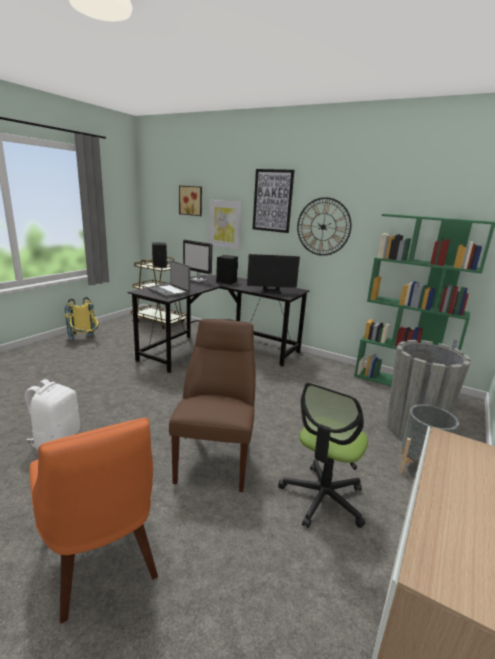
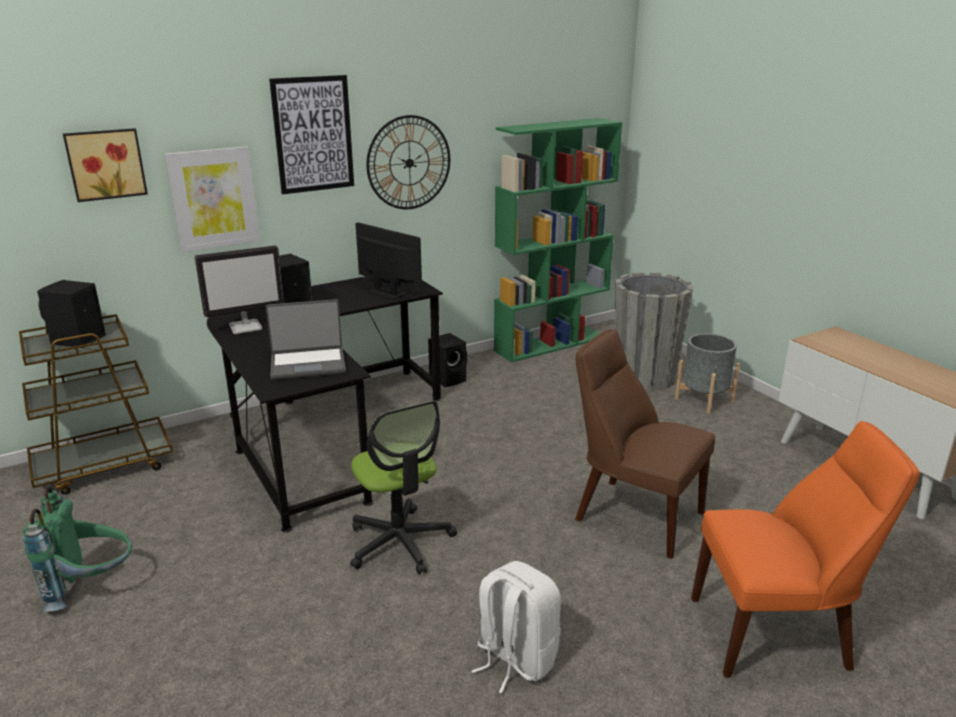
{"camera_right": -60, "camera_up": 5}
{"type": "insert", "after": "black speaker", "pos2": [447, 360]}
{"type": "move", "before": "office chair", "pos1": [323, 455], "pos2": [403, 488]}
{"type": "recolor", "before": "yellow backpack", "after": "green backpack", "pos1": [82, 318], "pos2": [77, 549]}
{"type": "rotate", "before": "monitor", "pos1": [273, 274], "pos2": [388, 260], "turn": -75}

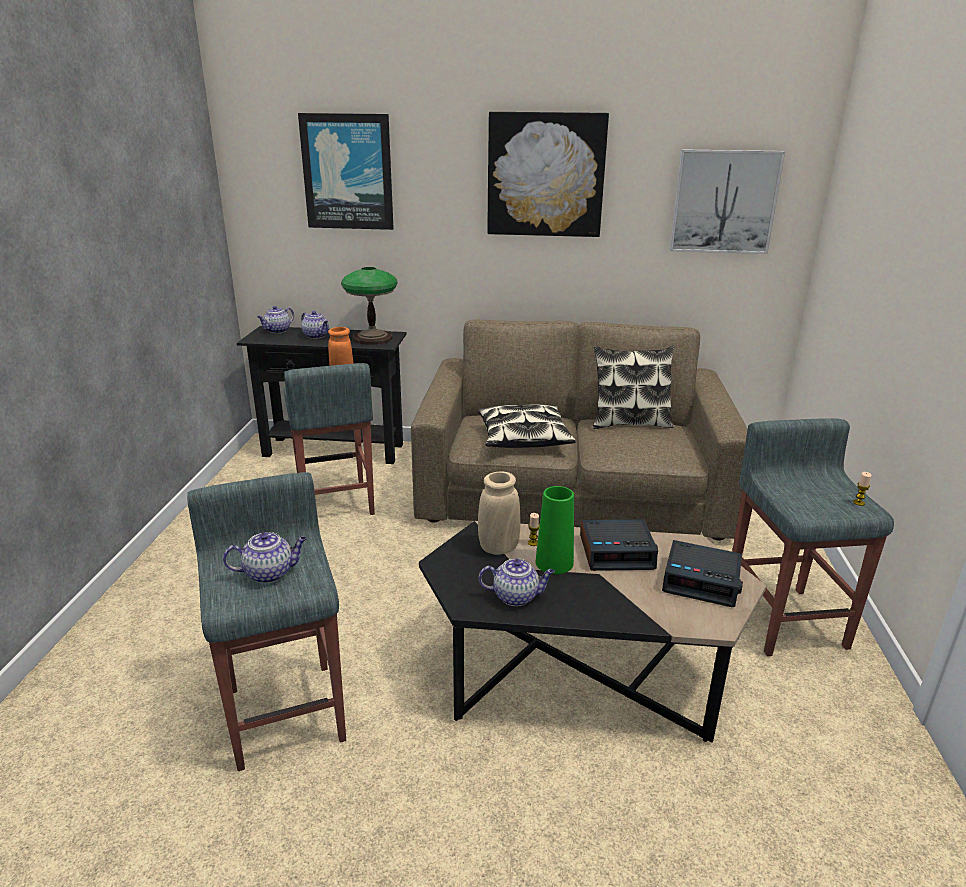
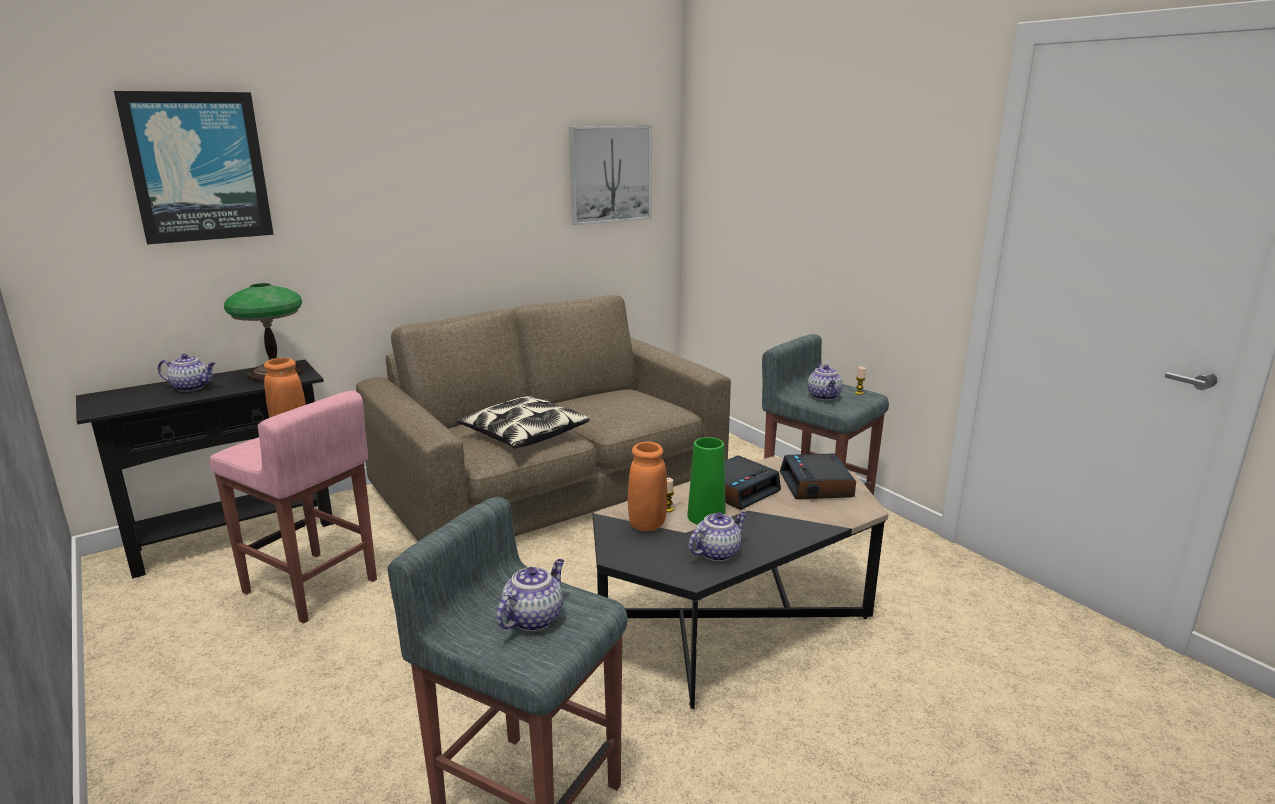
{"camera_right": -40, "camera_up": -5}
{"type": "delete", "before": "picture", "pos1": [548, 174]}
{"type": "delete", "before": "pillow", "pos1": [634, 387]}
{"type": "move", "before": "teapot", "pos1": [276, 319], "pos2": [825, 382]}
{"type": "recolor", "before": "grey stool", "after": "pink stool", "pos1": [329, 439], "pos2": [293, 507]}
{"type": "recolor", "before": "beige vase", "after": "orange vase", "pos1": [499, 513], "pos2": [647, 486]}
{"type": "rotate", "before": "alarm clock", "pos1": [702, 573], "pos2": [818, 476], "turn": 105}

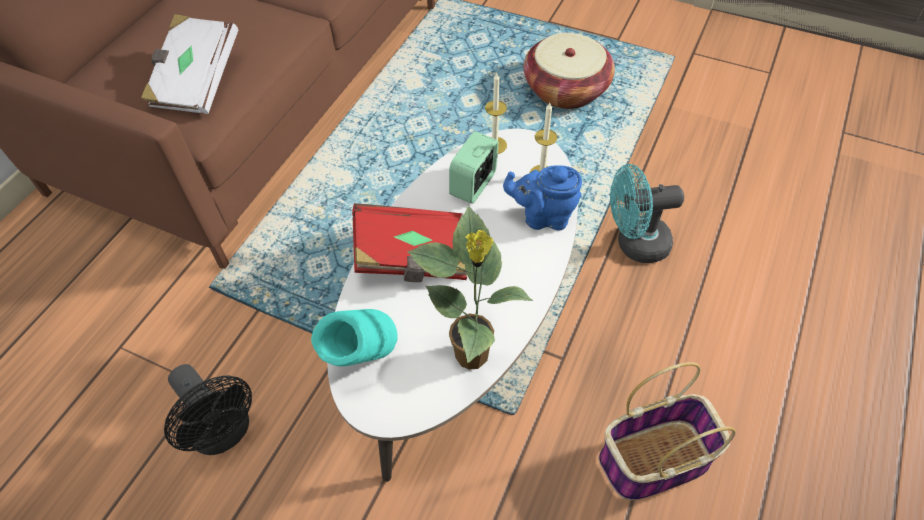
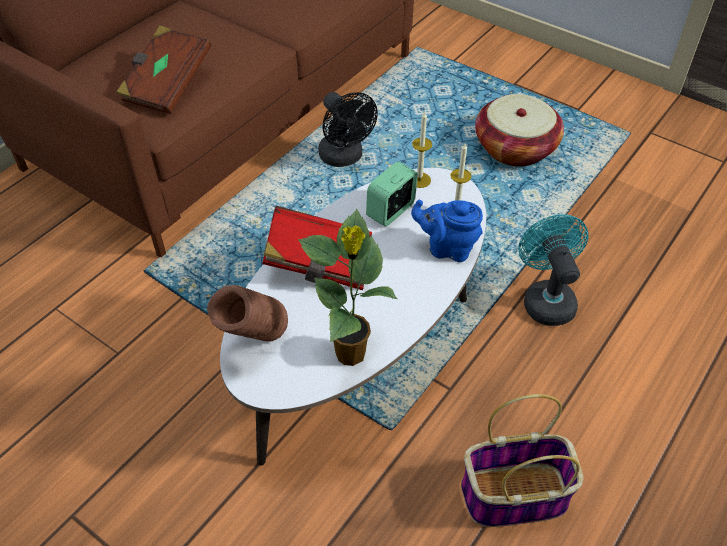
{"camera_right": 10, "camera_up": -5}
{"type": "move", "before": "black fan", "pos1": [208, 409], "pos2": [348, 129]}
{"type": "recolor", "before": "white book", "after": "brown book", "pos1": [189, 64], "pos2": [163, 70]}
{"type": "recolor", "before": "turquoise vase", "after": "brown vase", "pos1": [354, 337], "pos2": [247, 313]}
{"type": "rotate", "before": "turquoise fan", "pos1": [647, 213], "pos2": [553, 270], "turn": 75}

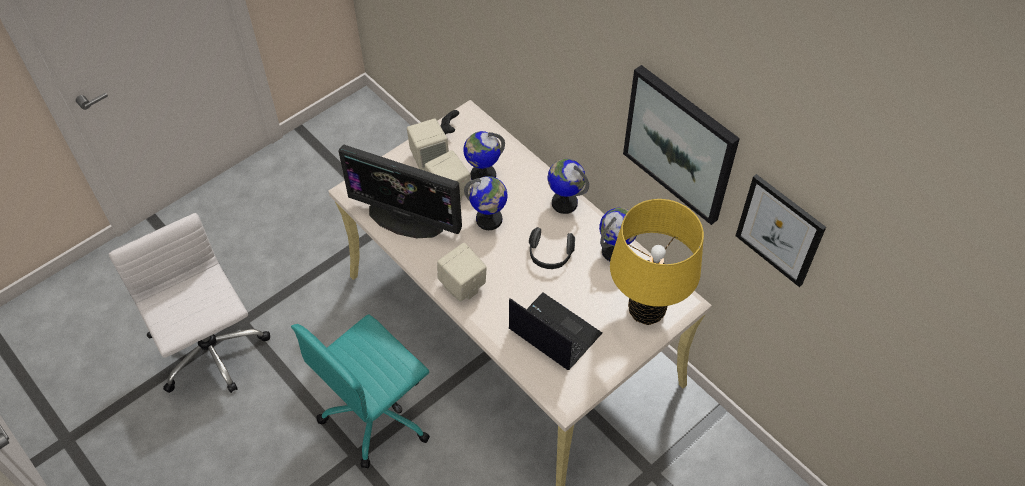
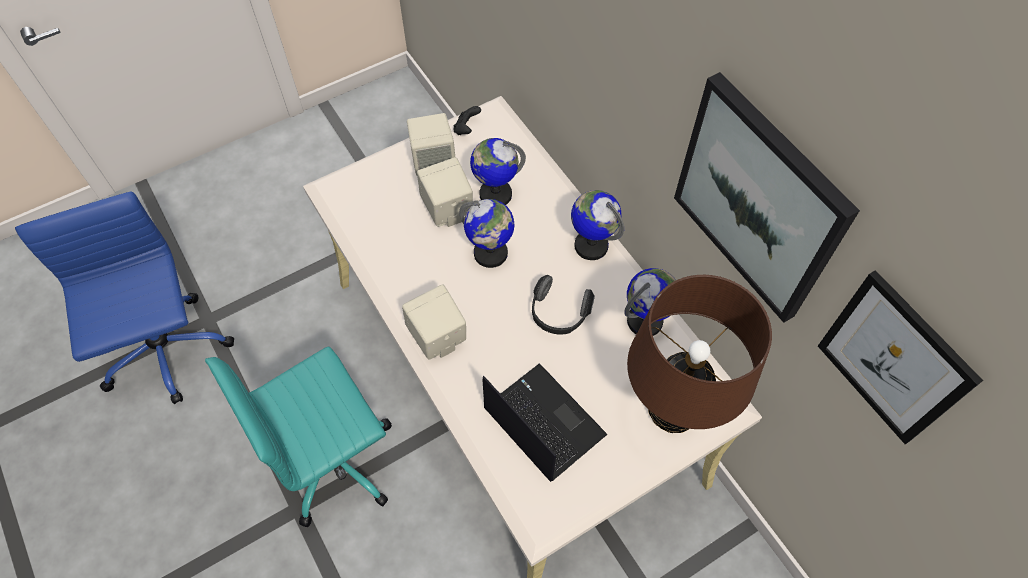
{"camera_right": 10, "camera_up": 5}
{"type": "delete", "before": "monitor", "pos1": [400, 191]}
{"type": "recolor", "before": "white office chair", "after": "blue office chair", "pos1": [189, 303], "pos2": [124, 298]}
{"type": "recolor", "before": "yellow table lamp", "after": "brown table lamp", "pos1": [657, 262], "pos2": [699, 354]}

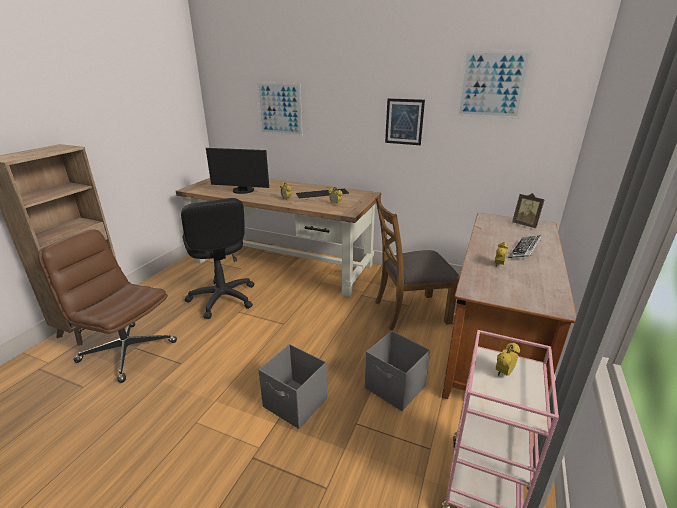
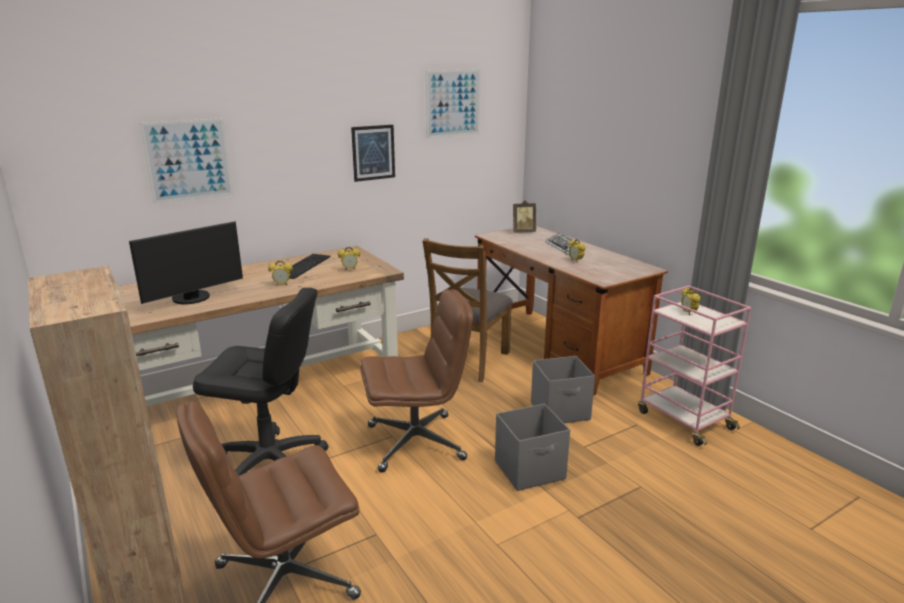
{"camera_right": -55, "camera_up": -5}
{"type": "insert", "after": "brown office chair", "pos2": [416, 380]}

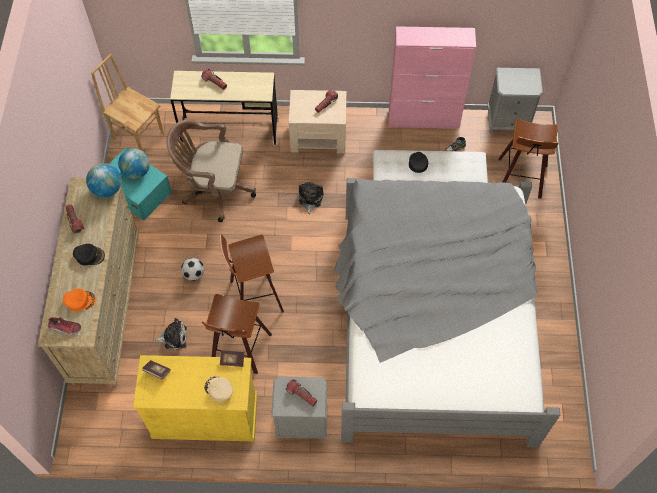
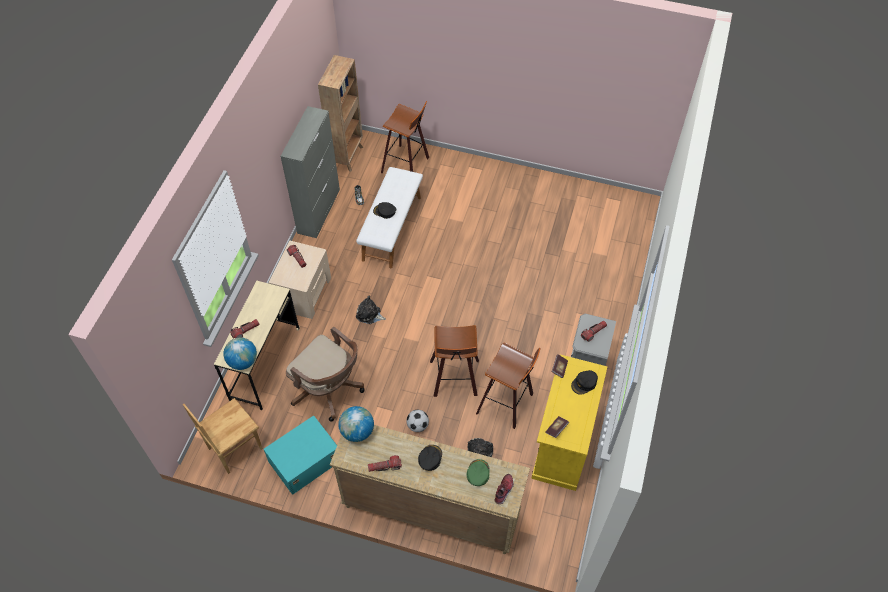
{"camera_right": -75, "camera_up": -5}
{"type": "delete", "before": "grey bed", "pos1": [447, 312]}
{"type": "move", "before": "globe", "pos1": [134, 163], "pos2": [240, 353]}
{"type": "replace", "before": "grey nightstand", "after": "brown bookcase", "pos1": [515, 101], "pos2": [340, 113]}
{"type": "recolor", "before": "orange cap", "after": "green cap", "pos1": [79, 300], "pos2": [478, 472]}
{"type": "recolor", "before": "beige cap", "after": "black cap", "pos1": [218, 389], "pos2": [584, 382]}
{"type": "recolor", "before": "pink cabinet", "after": "grey cabinet", "pos1": [432, 77], "pos2": [310, 172]}
{"type": "rotate", "before": "brown office chair", "pos1": [211, 171], "pos2": [325, 374], "turn": -75}

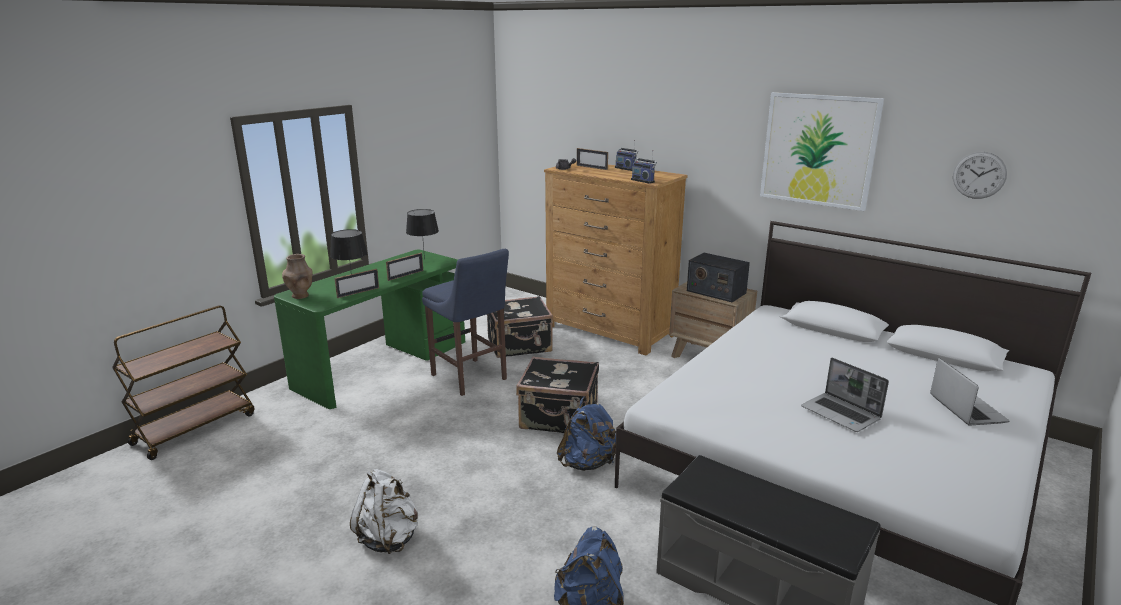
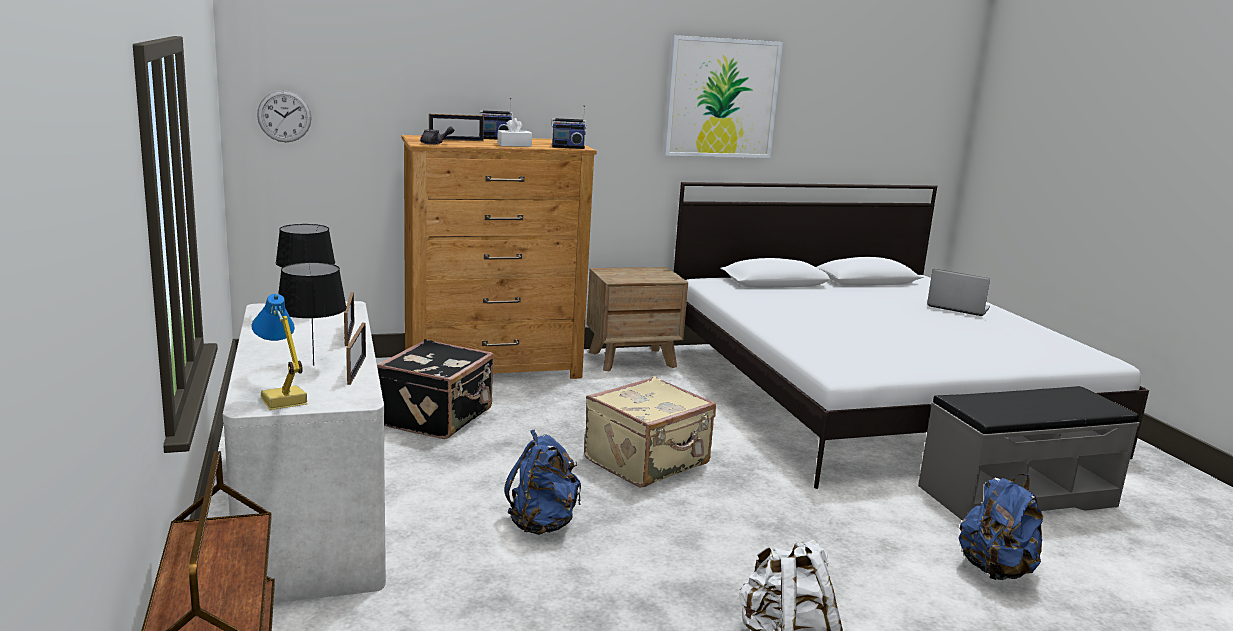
{"camera_right": -55, "camera_up": -5}
{"type": "delete", "before": "blue stool", "pos1": [465, 322]}
{"type": "delete", "before": "radio", "pos1": [718, 277]}
{"type": "delete", "before": "laptop", "pos1": [845, 395]}
{"type": "insert", "after": "white tissue box", "pos2": [514, 132]}
{"type": "move", "before": "blue backpack", "pos1": [586, 434], "pos2": [543, 482]}
{"type": "move", "before": "wall clock", "pos1": [980, 175], "pos2": [284, 116]}
{"type": "replace", "before": "brown vase", "after": "table lamp", "pos1": [297, 276], "pos2": [279, 352]}
{"type": "recolor", "before": "green desk", "after": "white desk", "pos1": [369, 329], "pos2": [304, 452]}
{"type": "recolor", "before": "black suitcase", "after": "beige suitcase", "pos1": [557, 394], "pos2": [650, 432]}

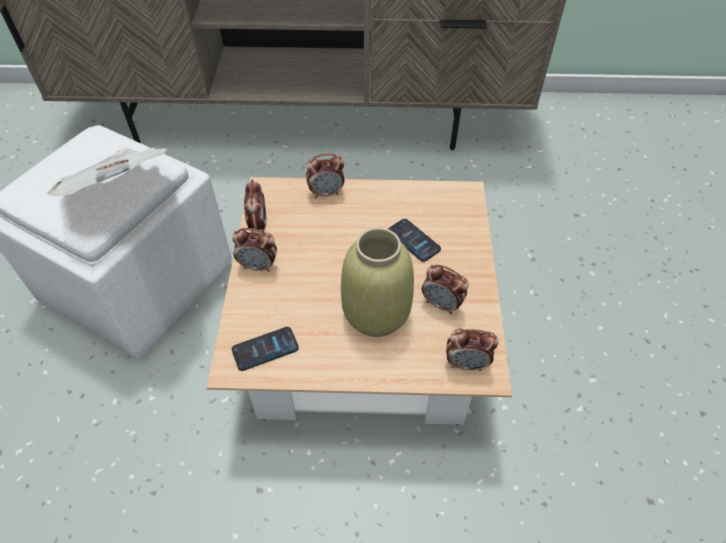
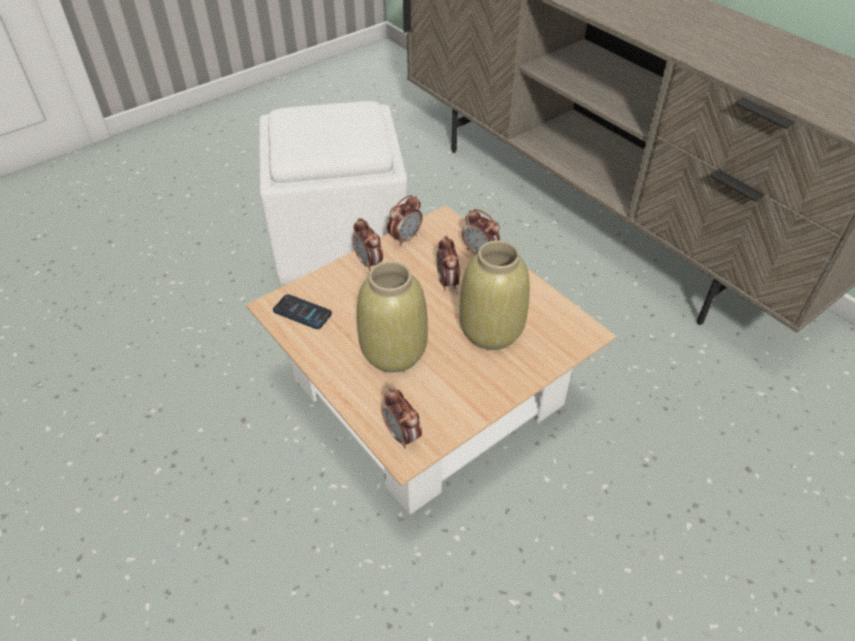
{"camera_right": 50, "camera_up": -5}
{"type": "delete", "before": "newspaper", "pos1": [107, 171]}
{"type": "move", "before": "alarm clock", "pos1": [445, 289], "pos2": [448, 263]}
{"type": "replace", "before": "phone", "after": "beige vase", "pos1": [414, 240], "pos2": [494, 295]}

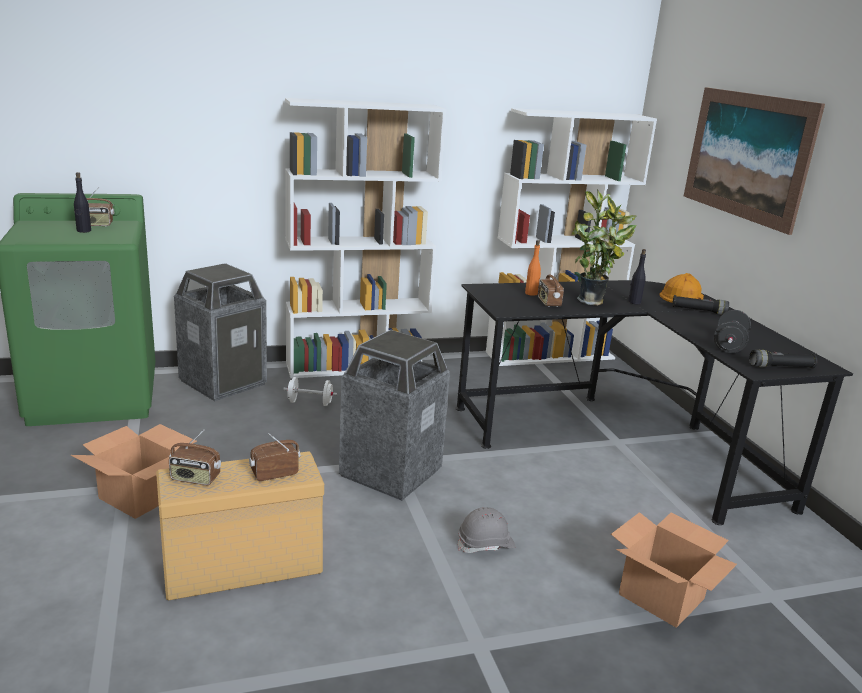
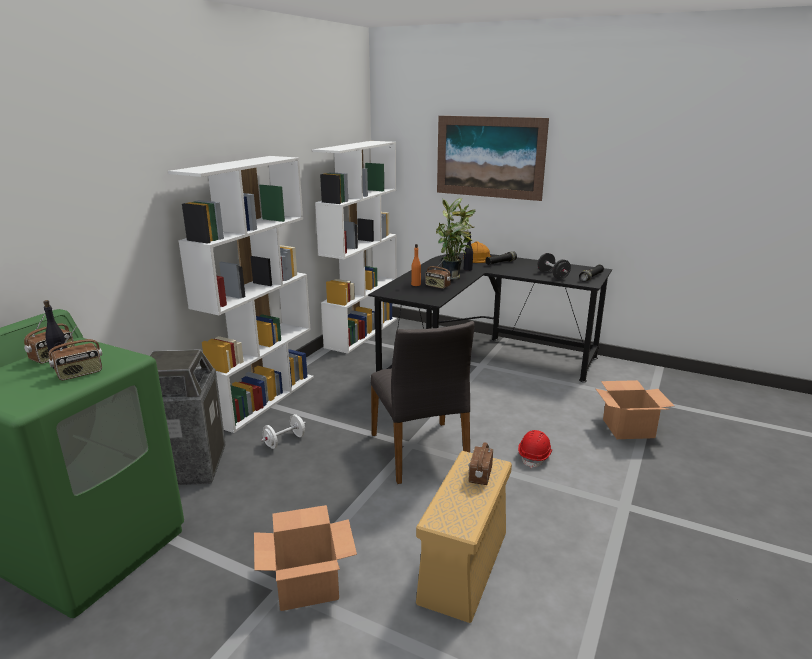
{"camera_right": -45, "camera_up": 0}
{"type": "move", "before": "radio", "pos1": [195, 457], "pos2": [75, 353]}
{"type": "replace", "before": "trash can", "after": "grey chair", "pos1": [394, 415], "pos2": [423, 402]}
{"type": "recolor", "before": "grey hard hat", "after": "red hard hat", "pos1": [487, 530], "pos2": [535, 449]}

